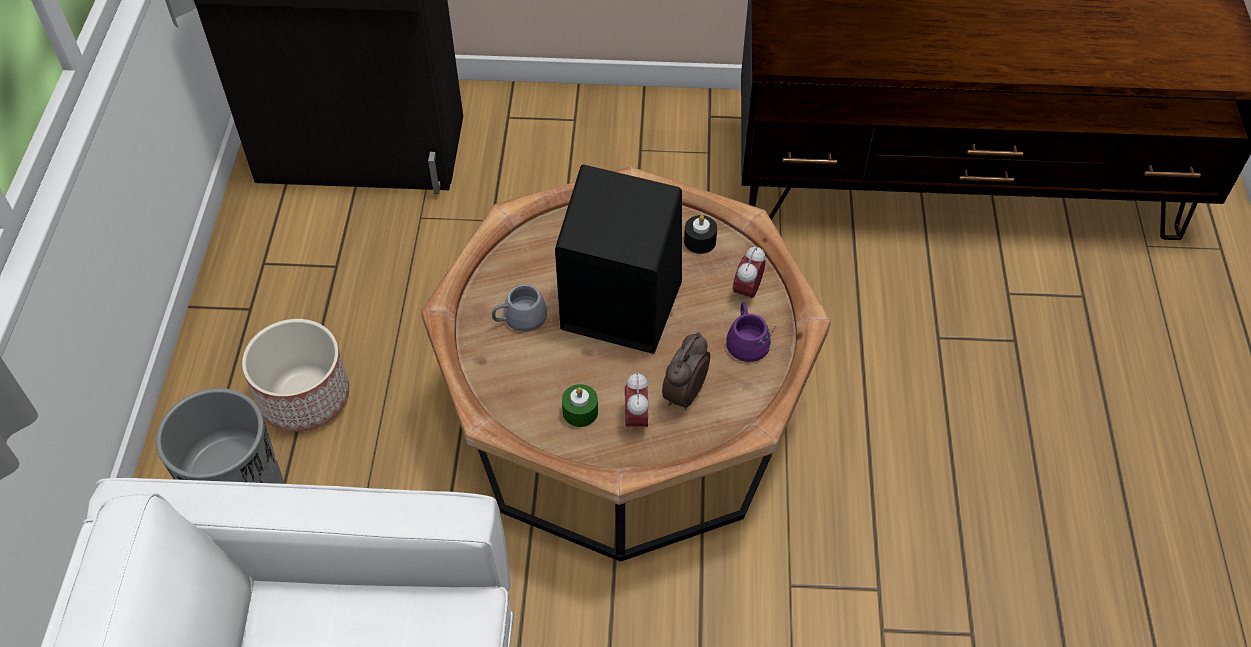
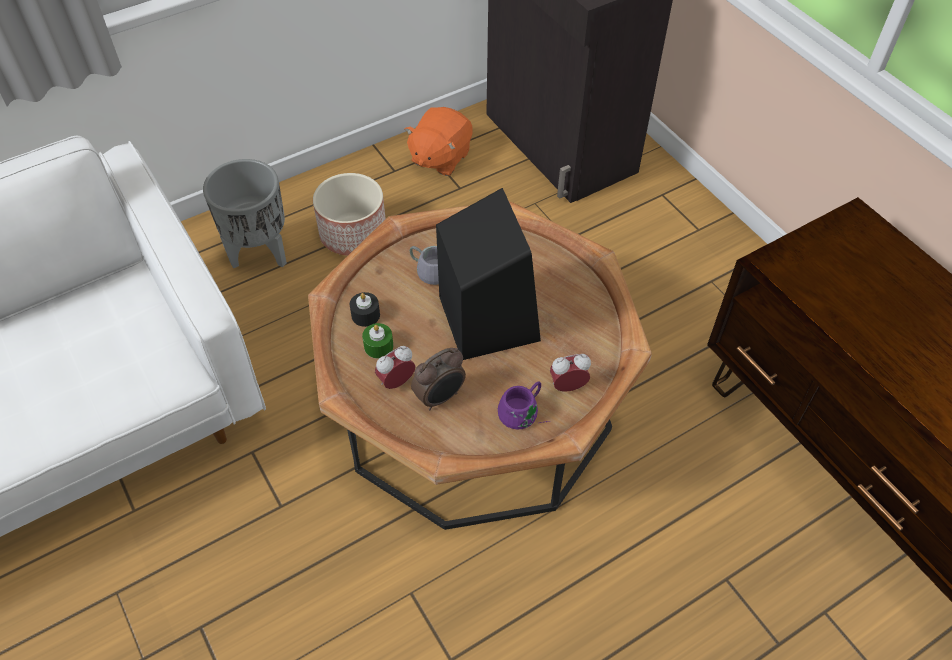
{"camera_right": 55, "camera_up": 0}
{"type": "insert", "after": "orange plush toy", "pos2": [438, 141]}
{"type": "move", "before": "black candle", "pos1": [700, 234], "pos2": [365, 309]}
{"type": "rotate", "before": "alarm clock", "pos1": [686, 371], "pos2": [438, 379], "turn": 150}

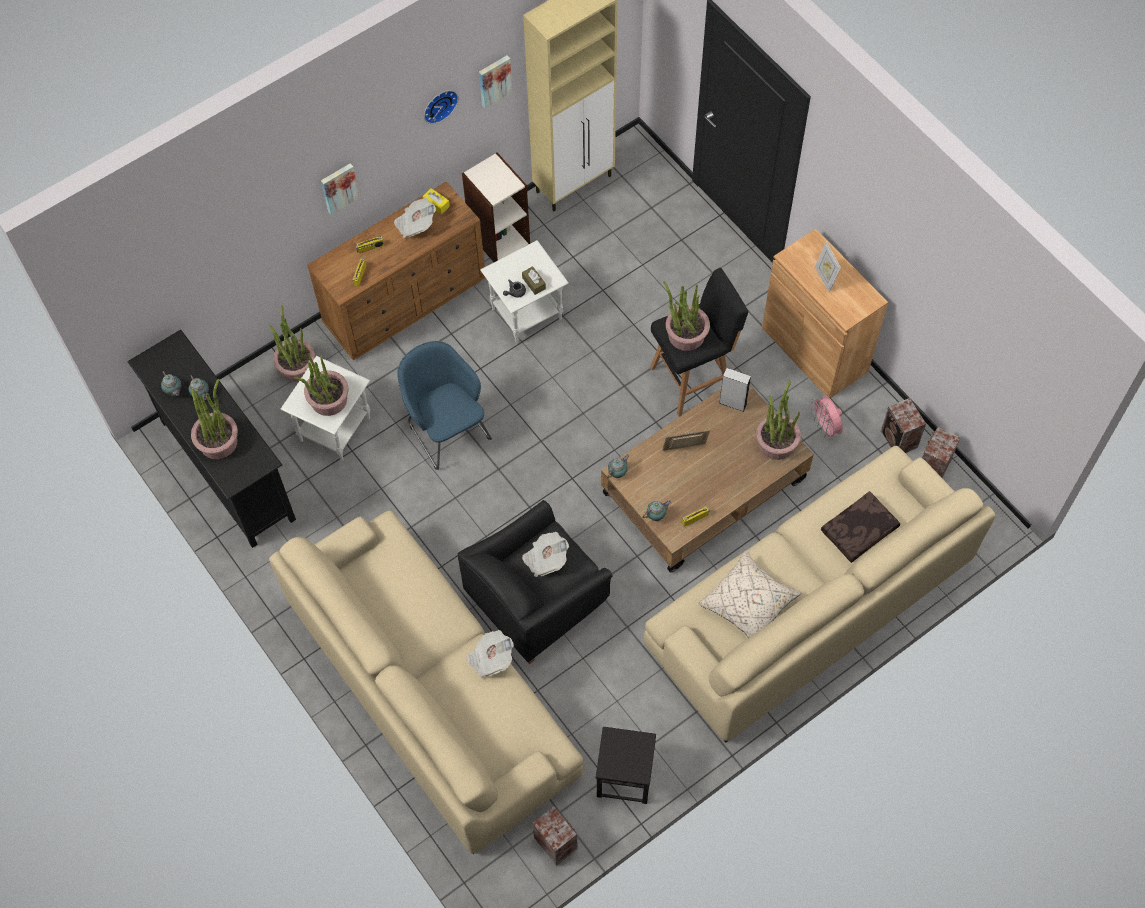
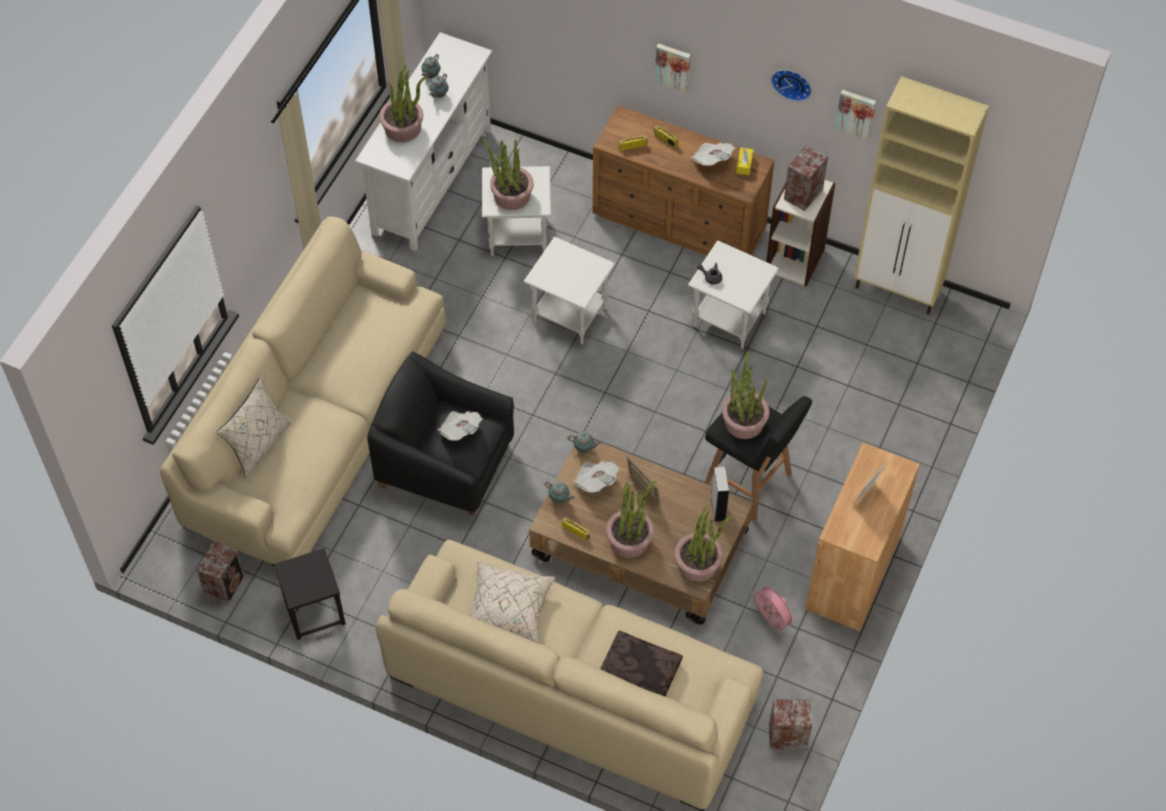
{"camera_right": 60, "camera_up": -5}
{"type": "delete", "before": "brown tissue box", "pos1": [534, 280]}
{"type": "insert", "after": "beige pillow", "pos2": [253, 427]}
{"type": "move", "before": "potted plant", "pos1": [292, 343], "pos2": [631, 519]}
{"type": "move", "before": "newspaper", "pos1": [490, 654], "pos2": [596, 477]}
{"type": "move", "before": "speaker", "pos1": [903, 425], "pos2": [806, 178]}
{"type": "replace", "before": "blue armchair", "after": "white side table", "pos1": [444, 405], "pos2": [569, 290]}
{"type": "recolor", "before": "black tv stand", "after": "white tv stand", "pos1": [211, 439], "pos2": [423, 141]}
{"type": "rotate", "before": "pink fan", "pos1": [827, 418], "pos2": [771, 610], "turn": -75}

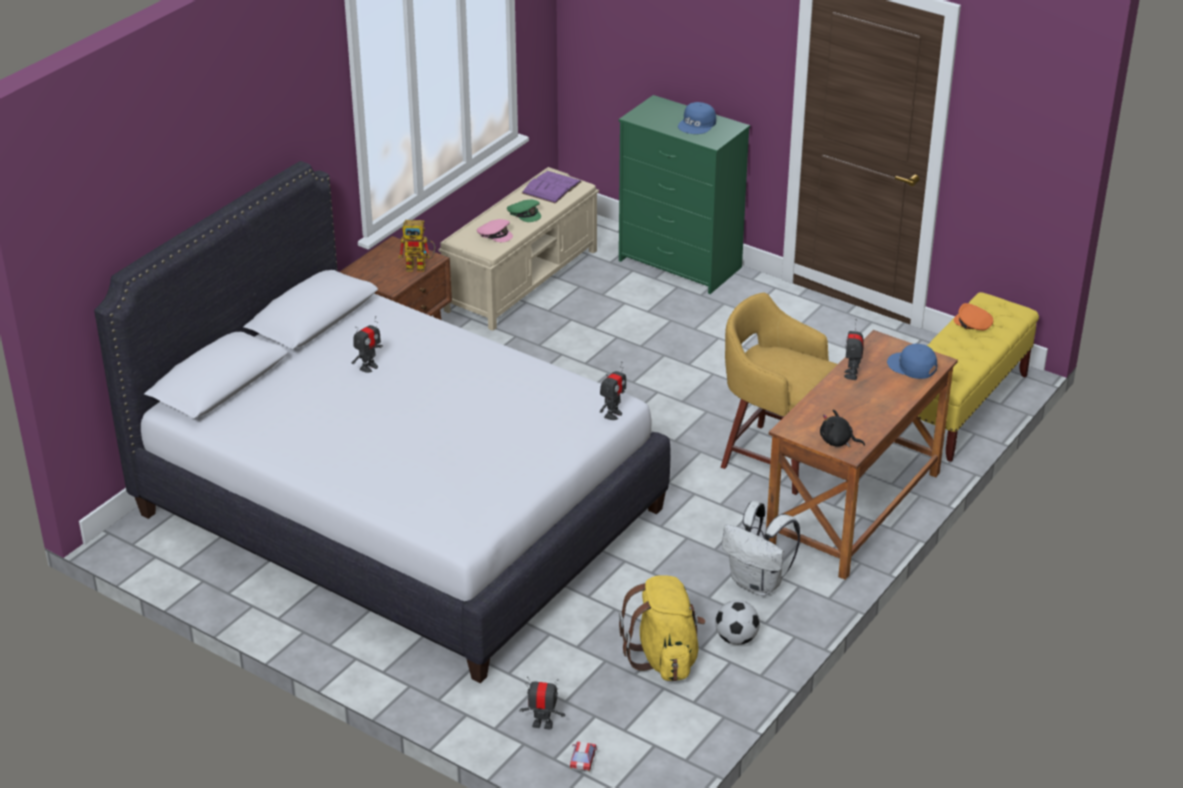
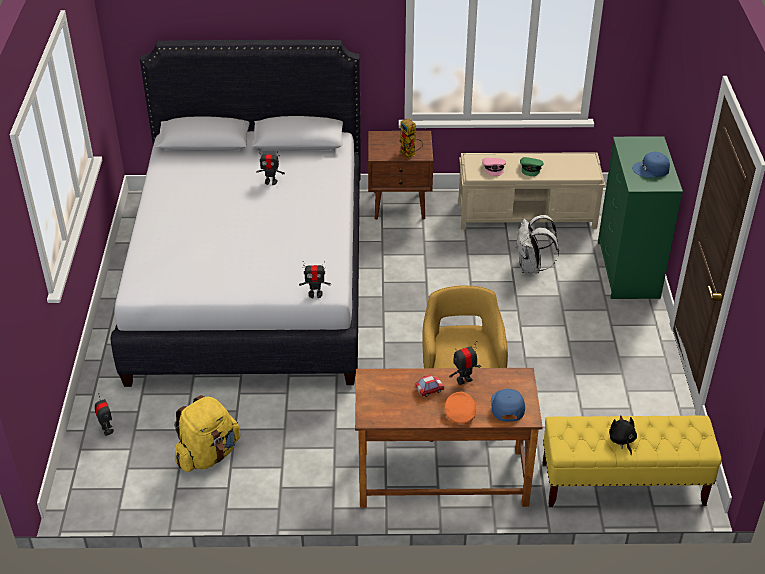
{"camera_right": 55, "camera_up": 5}
{"type": "delete", "before": "purple book", "pos1": [552, 187]}
{"type": "delete", "before": "football", "pos1": [737, 622]}
{"type": "move", "before": "toy car", "pos1": [583, 757], "pos2": [429, 385]}
{"type": "move", "before": "white backpack", "pos1": [761, 548], "pos2": [537, 244]}
{"type": "move", "before": "black plush toy", "pos1": [842, 428], "pos2": [623, 435]}
{"type": "move", "before": "orange cap", "pos1": [973, 316], "pos2": [460, 408]}

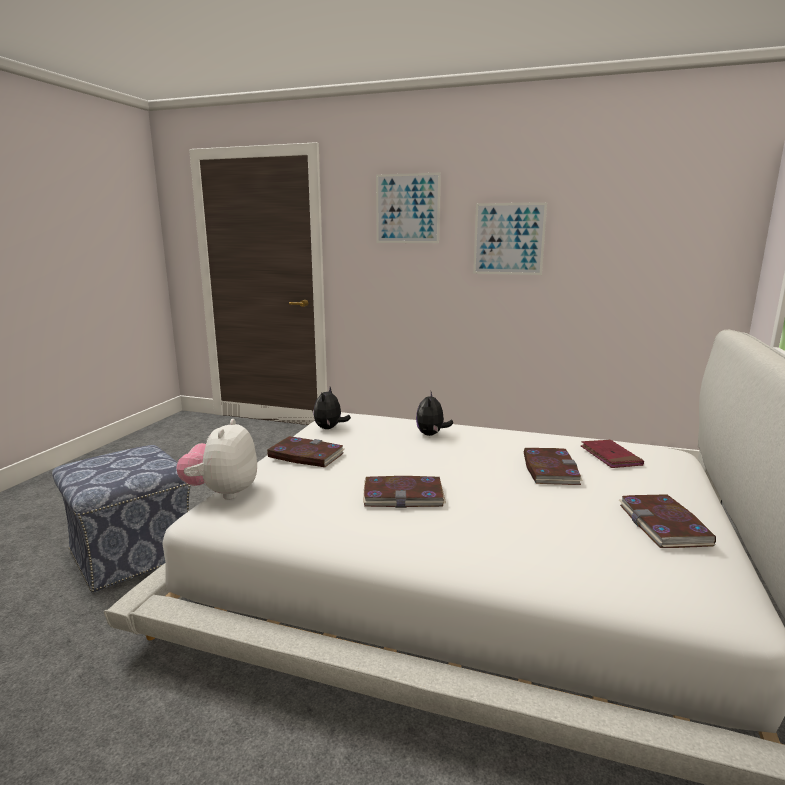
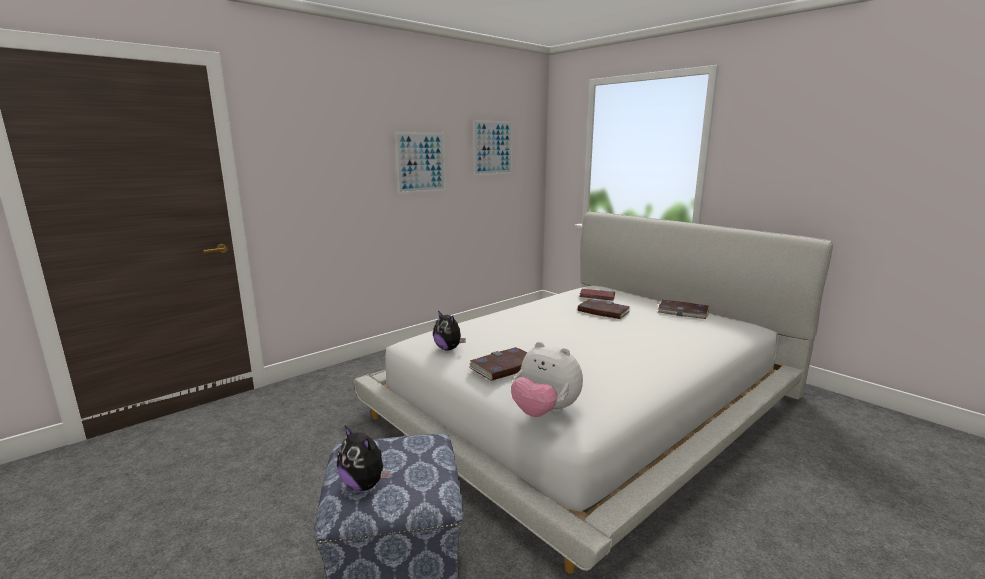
{"camera_right": -60, "camera_up": 0}
{"type": "delete", "before": "book", "pos1": [404, 492]}
{"type": "move", "before": "picture", "pos1": [408, 208], "pos2": [493, 148]}
{"type": "move", "before": "plush toy", "pos1": [434, 414], "pos2": [364, 458]}

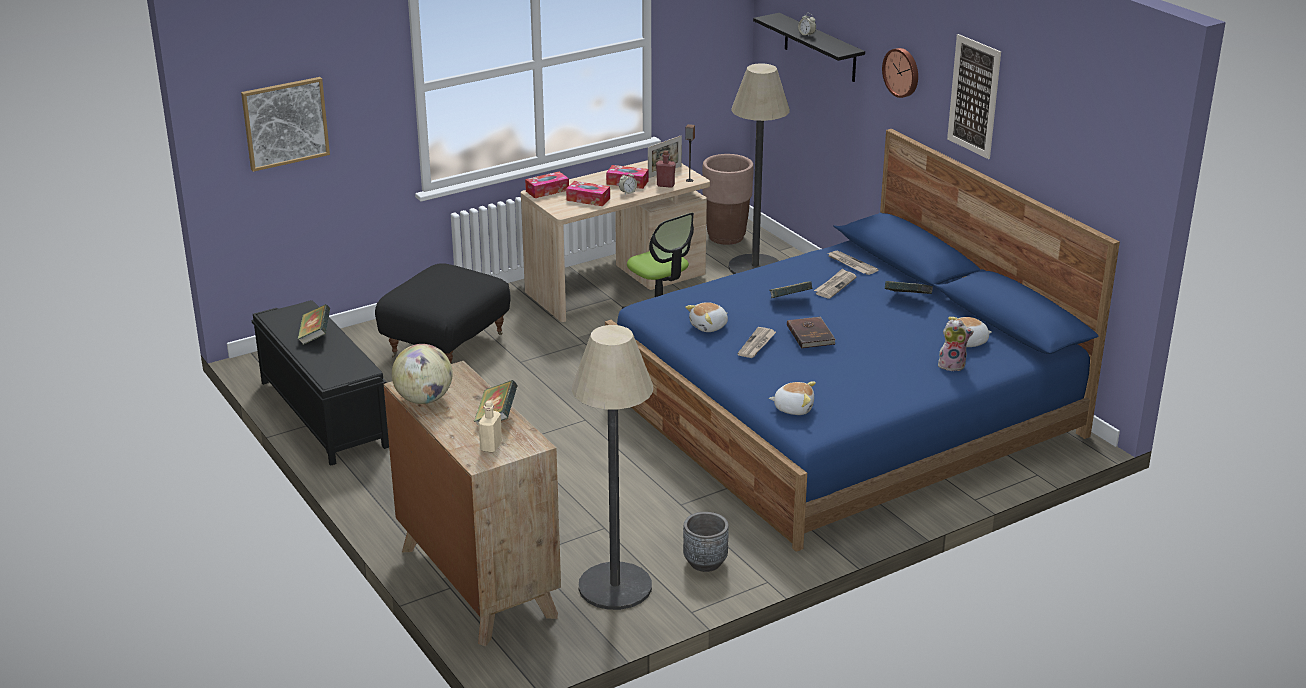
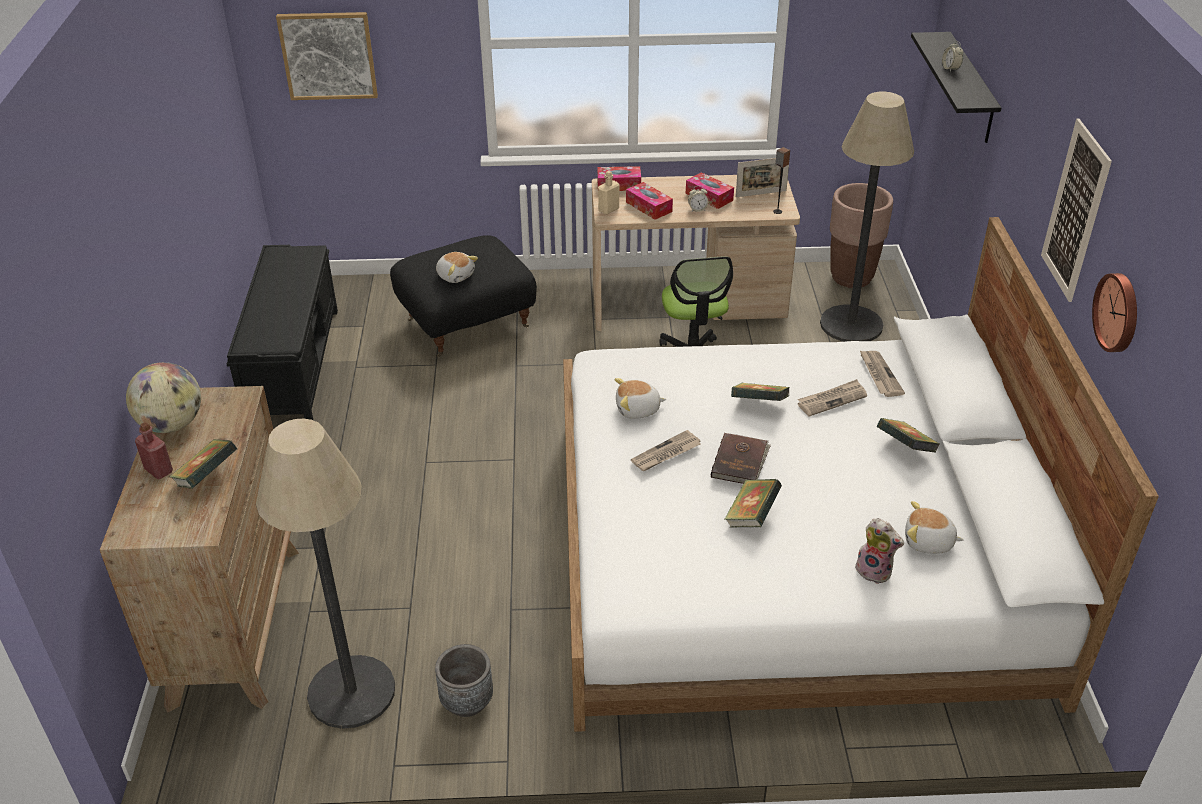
{"camera_right": 30, "camera_up": 10}
{"type": "move", "before": "book", "pos1": [313, 324], "pos2": [753, 503]}
{"type": "move", "before": "beige bottle", "pos1": [490, 426], "pos2": [608, 193]}
{"type": "move", "before": "red bottle", "pos1": [666, 169], "pos2": [154, 450]}
{"type": "move", "before": "plush toy", "pos1": [792, 398], "pos2": [457, 267]}
{"type": "move", "before": "wall clock", "pos1": [900, 73], "pos2": [1114, 312]}
{"type": "recolor", "before": "blue bed", "after": "white bed", "pos1": [862, 340], "pos2": [861, 474]}

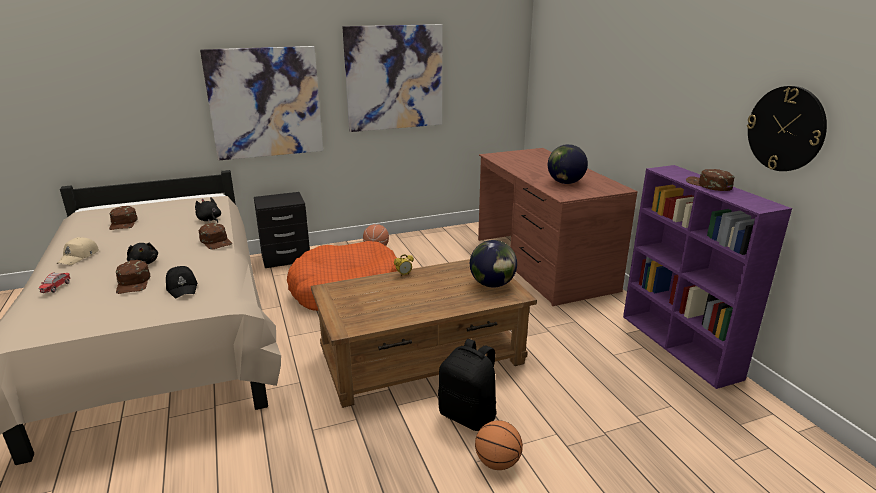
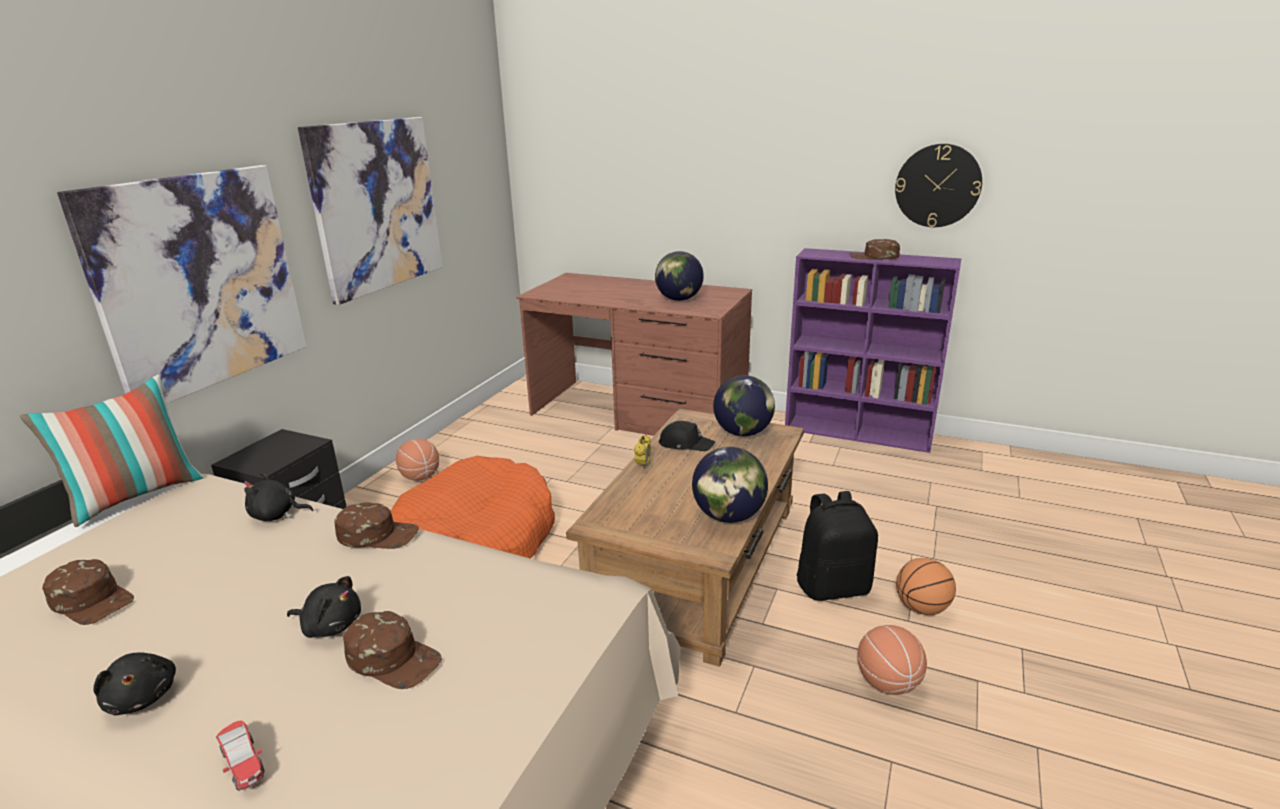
{"camera_right": -45, "camera_up": 0}
{"type": "insert", "after": "pillow", "pos2": [111, 450]}
{"type": "insert", "after": "globe", "pos2": [730, 485]}
{"type": "insert", "after": "basketball", "pos2": [892, 660]}
{"type": "move", "before": "black cap", "pos1": [182, 282], "pos2": [687, 436]}
{"type": "replace", "before": "beige cap", "after": "black plush toy", "pos1": [78, 251], "pos2": [134, 683]}

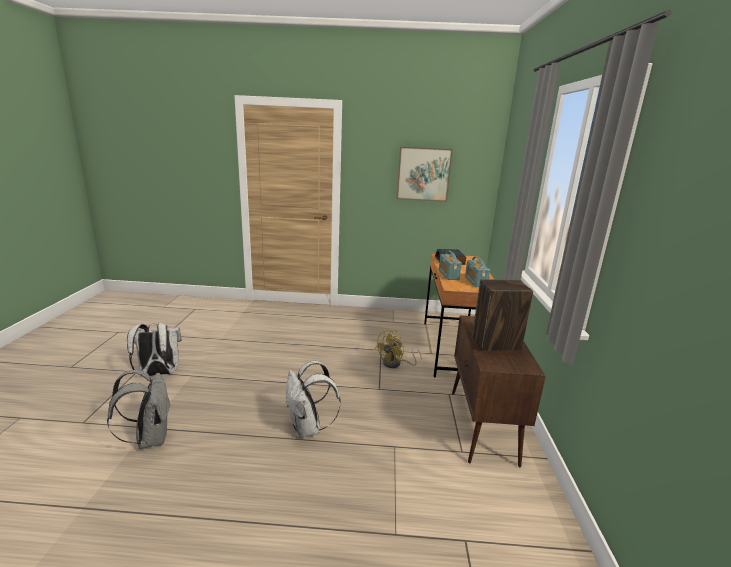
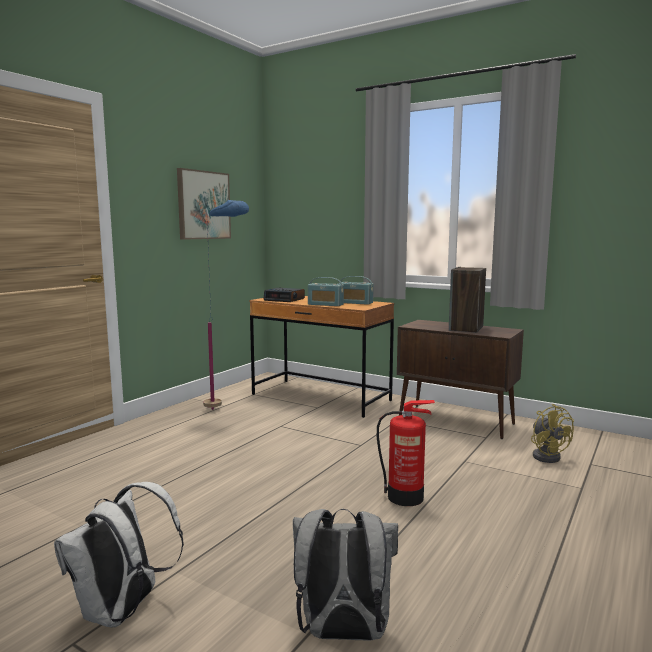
{"camera_right": -60, "camera_up": -10}
{"type": "insert", "after": "blue floor lamp", "pos2": [226, 305]}
{"type": "move", "before": "yellow fan", "pos1": [398, 349], "pos2": [552, 433]}
{"type": "replace", "before": "white backpack", "after": "fire extinguisher", "pos1": [313, 399], "pos2": [406, 453]}

